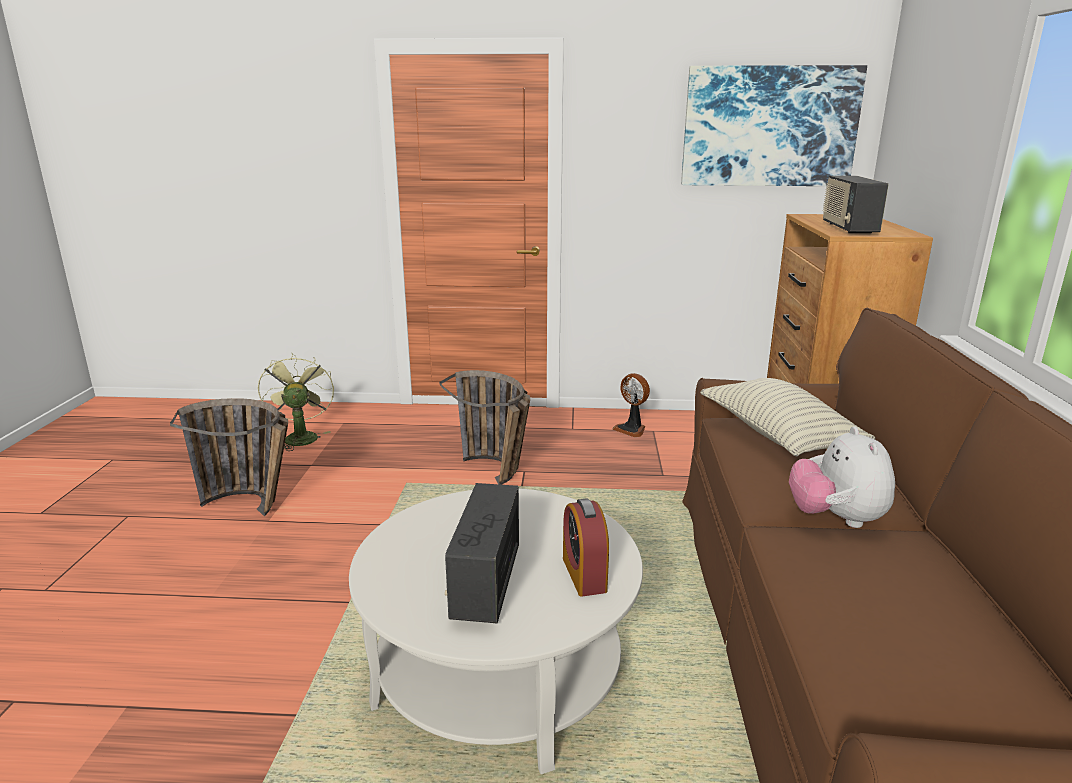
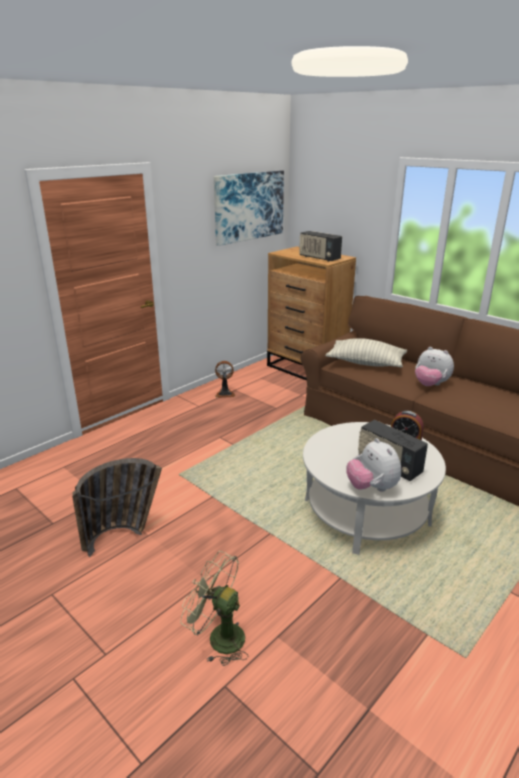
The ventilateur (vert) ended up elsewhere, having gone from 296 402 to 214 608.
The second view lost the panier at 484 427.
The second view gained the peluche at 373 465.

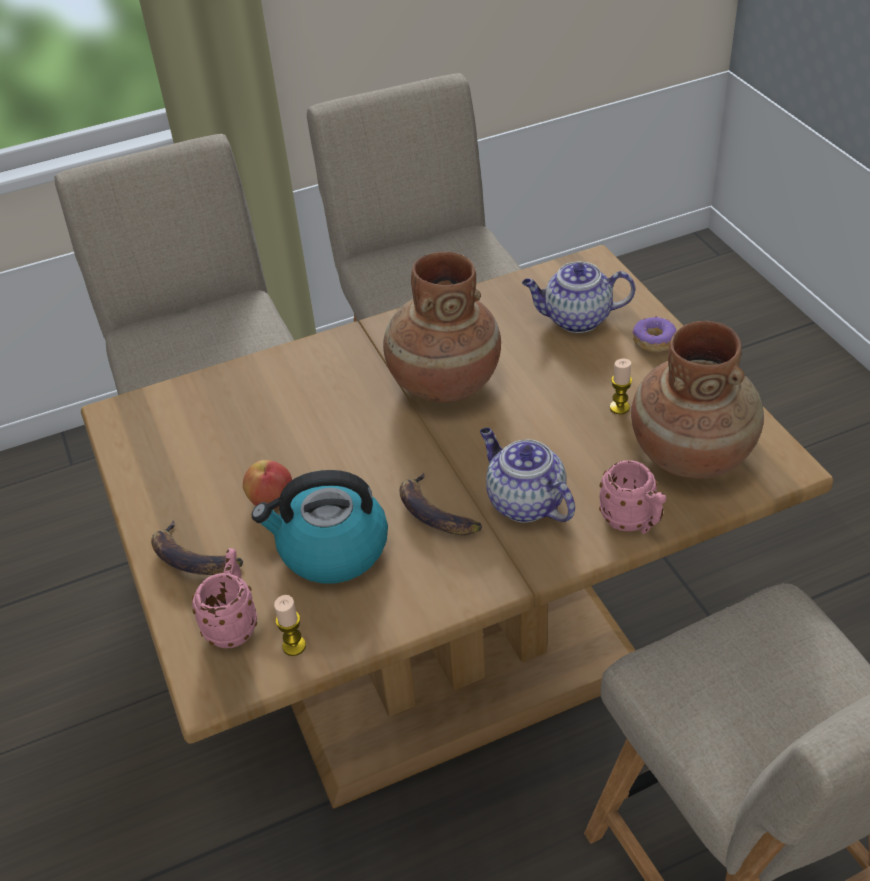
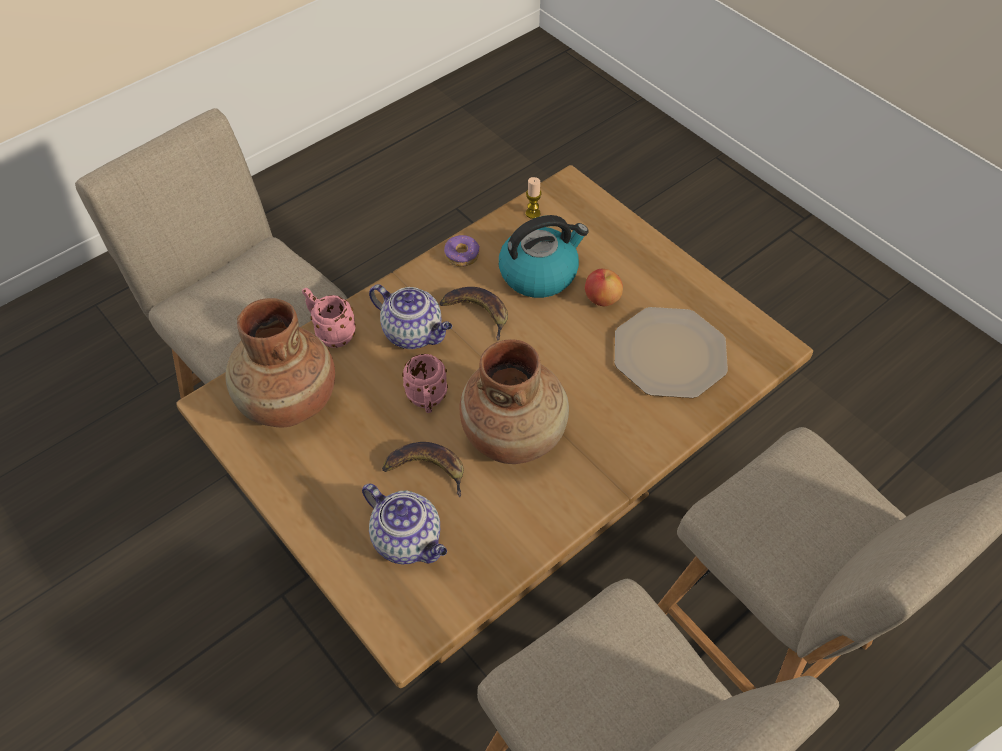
The théière at 578 297 ended up facing another way, 60 degrees clockwise from before.
The beignet ended up elsewhere, having gone from 654 334 to 462 251.
The second view lost the bougie at 621 386.
The banane ended up elsewhere, having gone from 197 548 to 423 470.
The mug (rose) ended up elsewhere, having gone from 224 598 to 425 383.
The second view gained the assiette at 671 352.

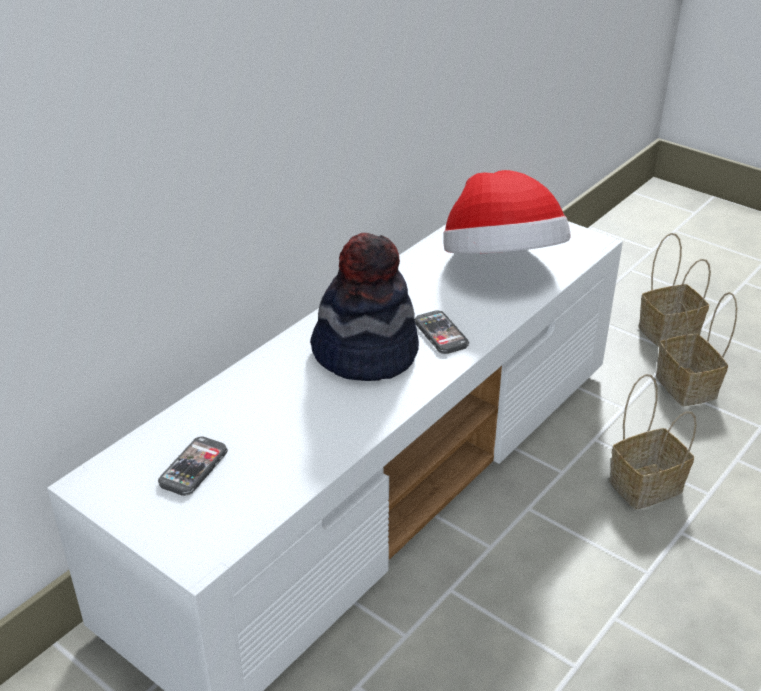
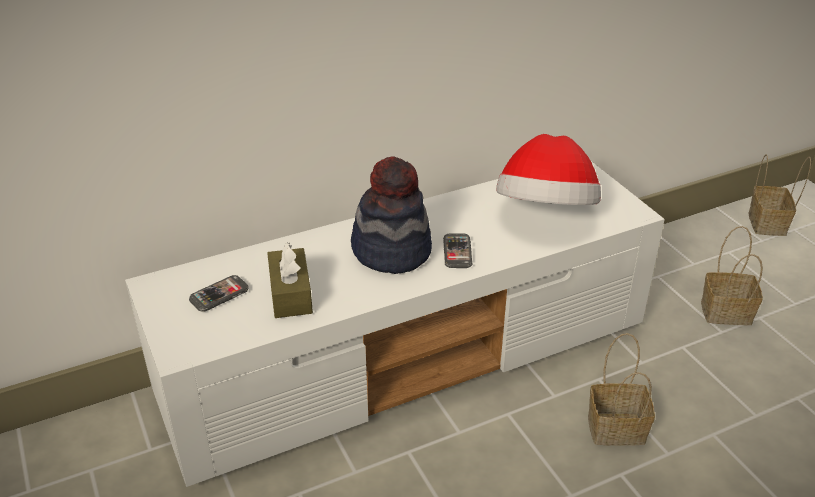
The panier ended up elsewhere, having gone from 696 349 to 780 195.
The second view gained the boîte à mouchoirs (marron) at 290 280.

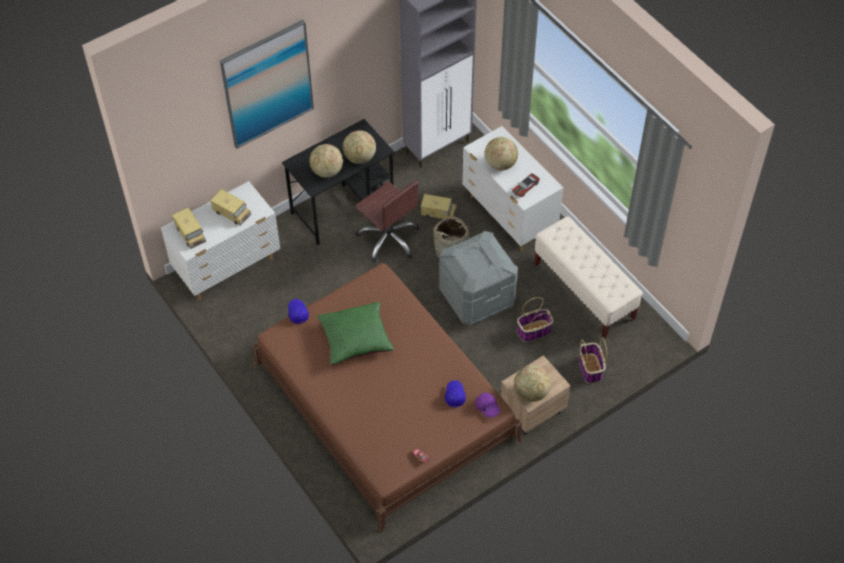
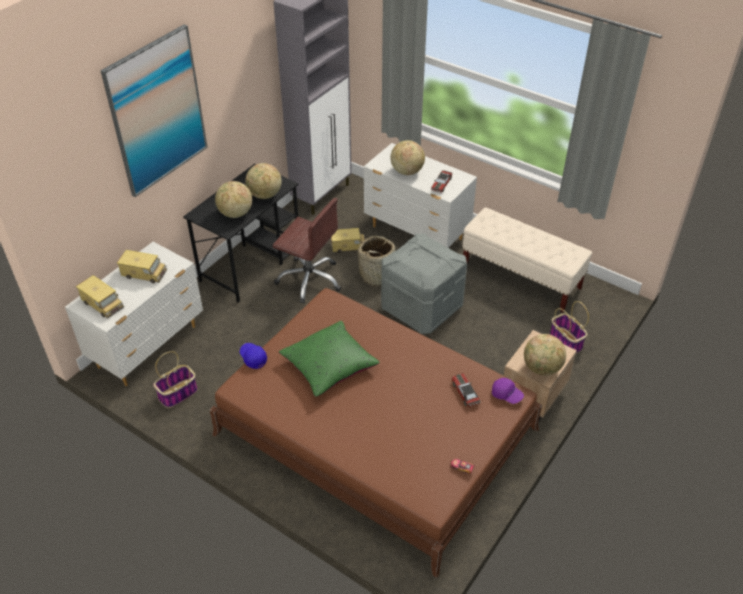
The panier ended up elsewhere, having gone from 535 319 to 175 379.
Where the casquette (bleu) stood at 455 394, the petite voiture came to stand at 466 390.

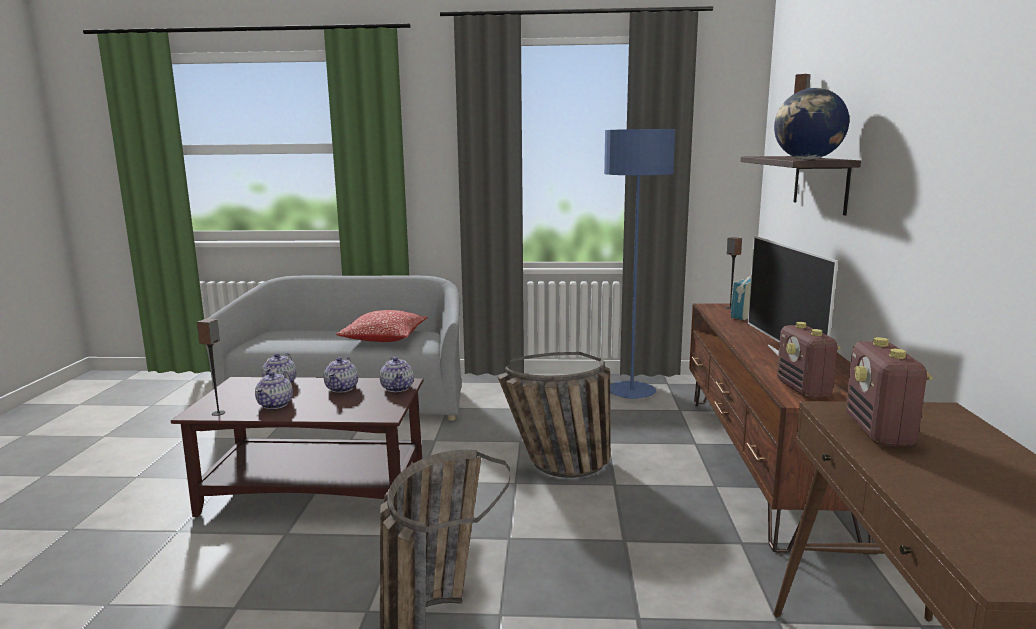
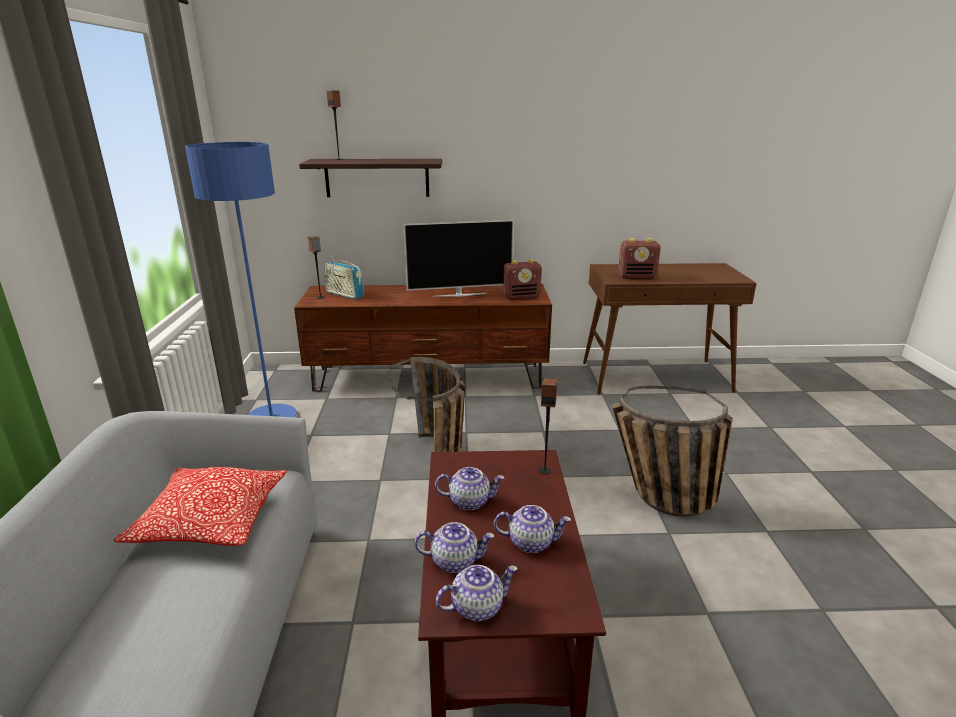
The second view lost the globe at 811 124.
The enceinte ended up elsewhere, having gone from 211 367 to 547 426.
The théière ended up elsewhere, having gone from 397 374 to 477 593.

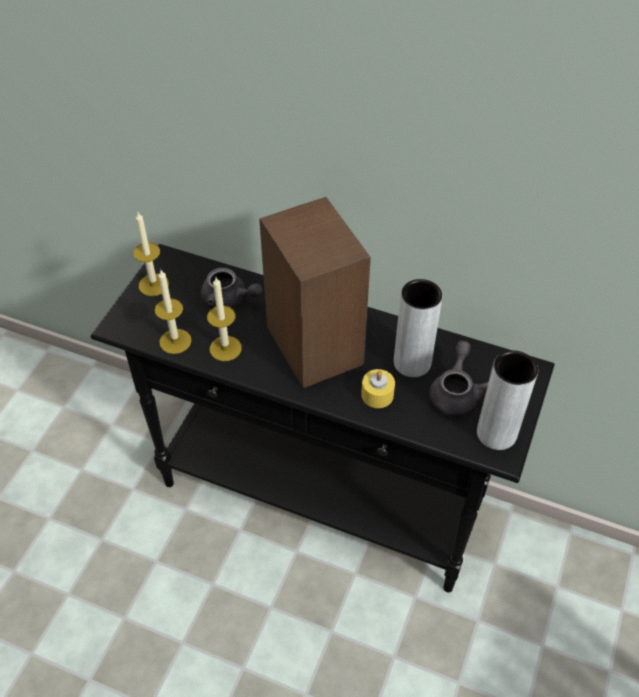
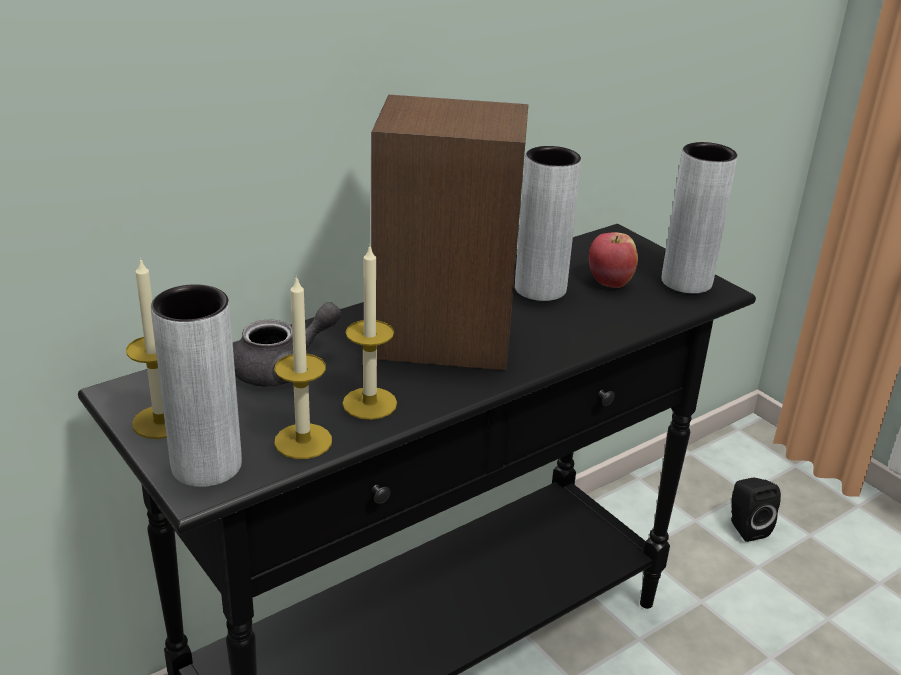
Where the théière (gris) stood at 458 379, the pomme came to stand at 613 260.
The second view lost the bougie (jaune) at 378 388.
The second view gained the vase (gris) at 196 385.
The second view gained the enceinte (noir) at 756 510.

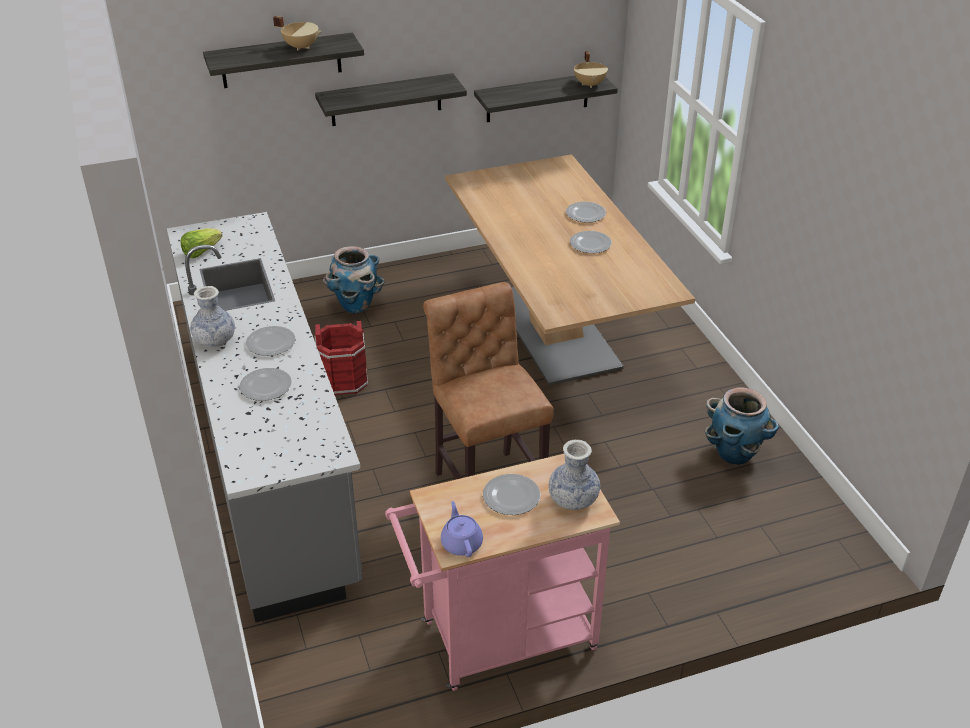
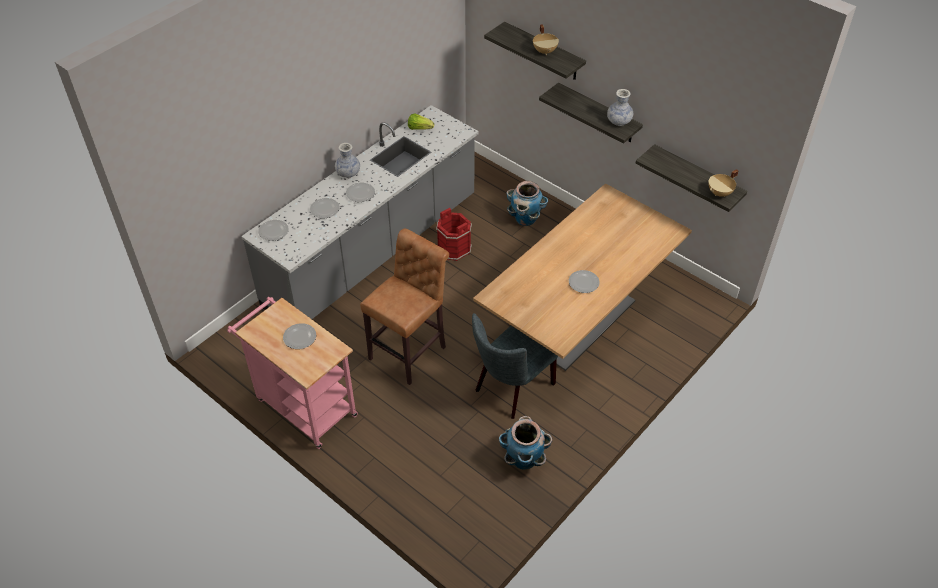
The assiette ended up elsewhere, having gone from 586 212 to 273 230.
The vase ended up elsewhere, having gone from 574 475 to 620 107.
The second view lost the théière (violet) at 462 529.
The second view gained the chaise (gris) at 515 366.

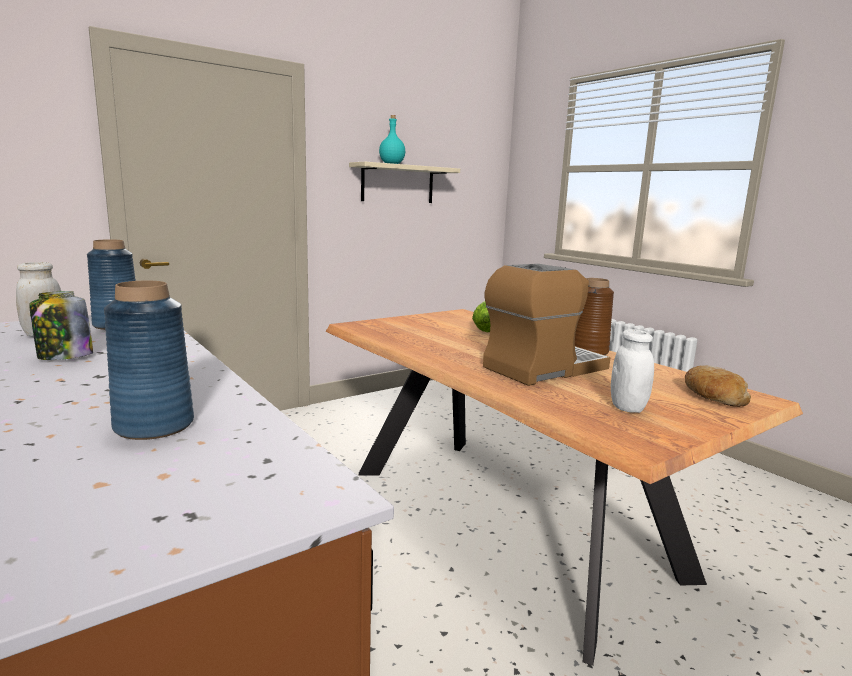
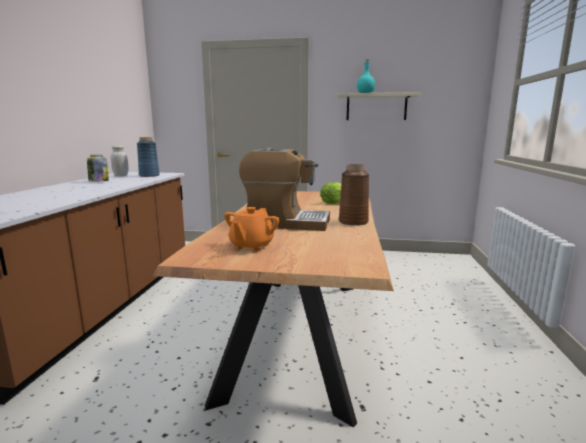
The second view lost the vase (bleu) at 149 360.
Where the bocal (blanc) stood at 632 371, the théière (orange) came to stand at 251 229.
The second view lost the pain at 718 386.

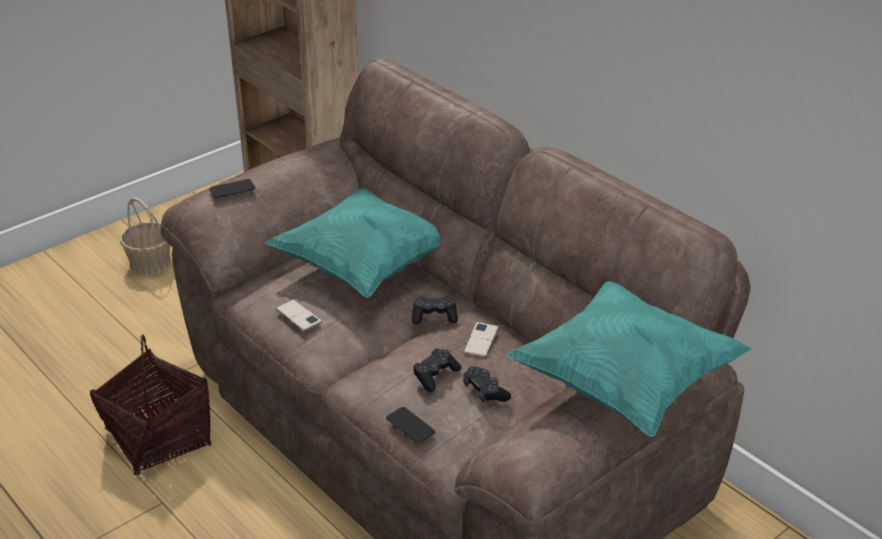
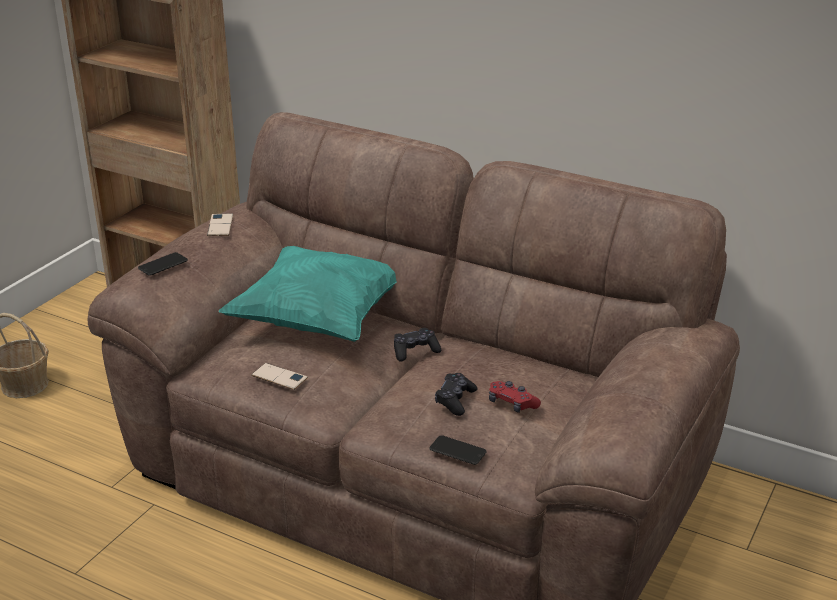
The second view lost the coussin (turquoise) at 629 359.
The téléphone ended up elsewhere, having gone from 481 339 to 220 224.
The second view lost the panier at 150 405.
What was the manette (noir) at 487 384 turned into the manette (rouge) at 515 397.

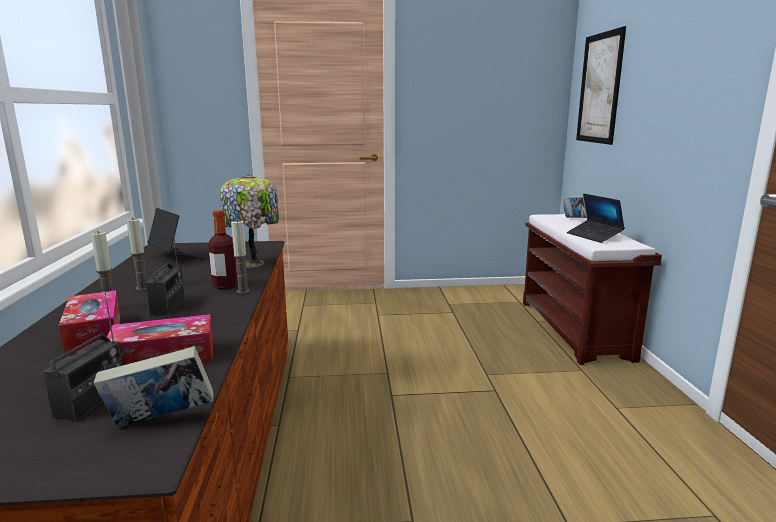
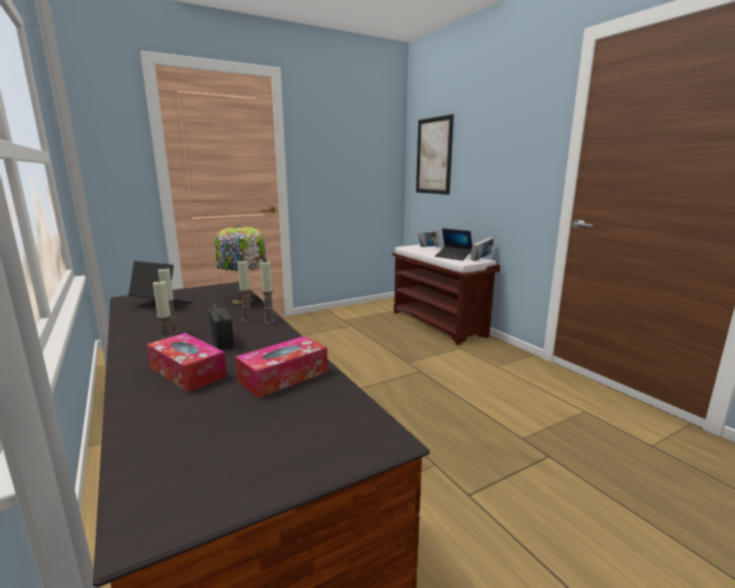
Where the bouteille stood at 223 249, the bougie came to stand at 245 290.
The second view lost the radio at 83 356.
The livre ended up elsewhere, having gone from 153 387 to 482 249.

